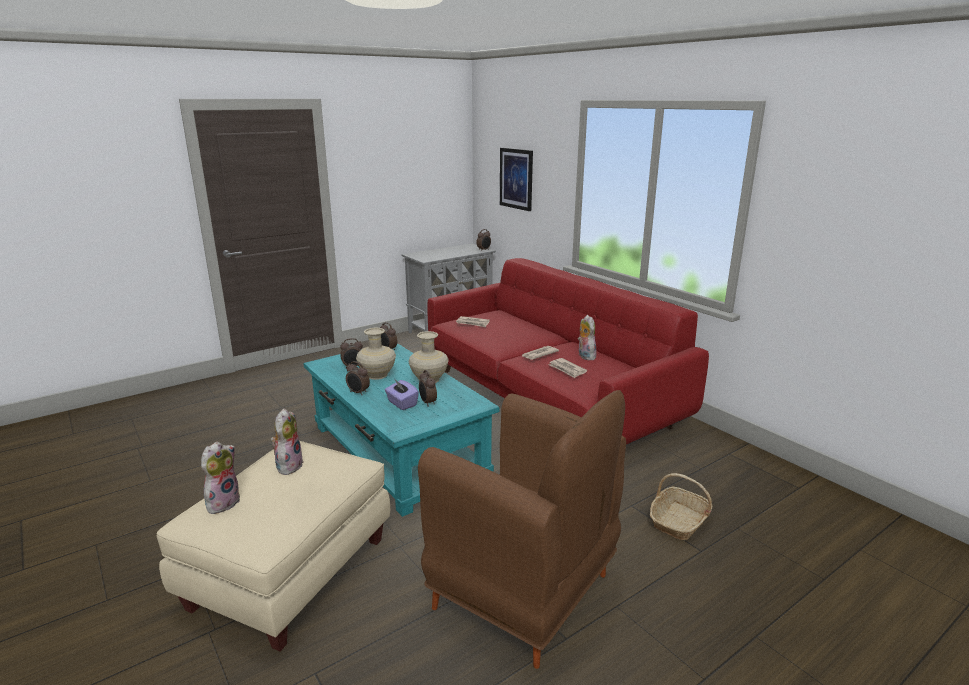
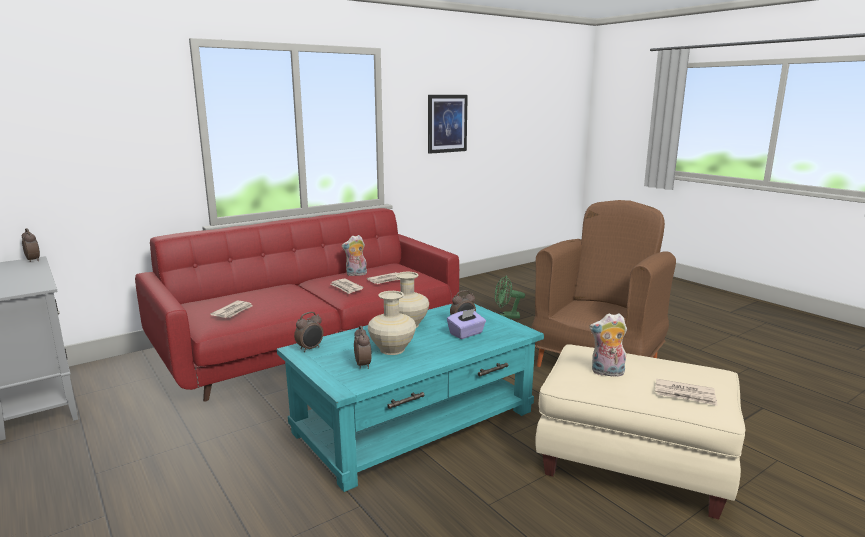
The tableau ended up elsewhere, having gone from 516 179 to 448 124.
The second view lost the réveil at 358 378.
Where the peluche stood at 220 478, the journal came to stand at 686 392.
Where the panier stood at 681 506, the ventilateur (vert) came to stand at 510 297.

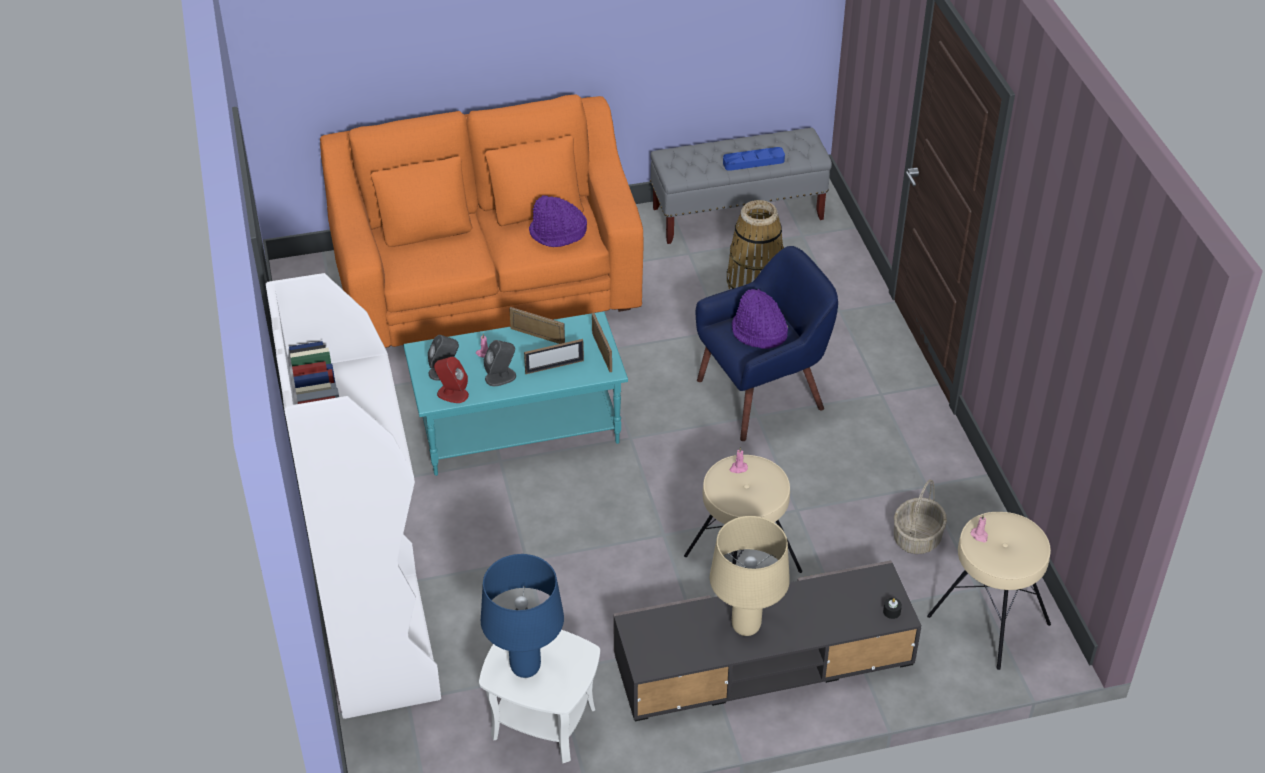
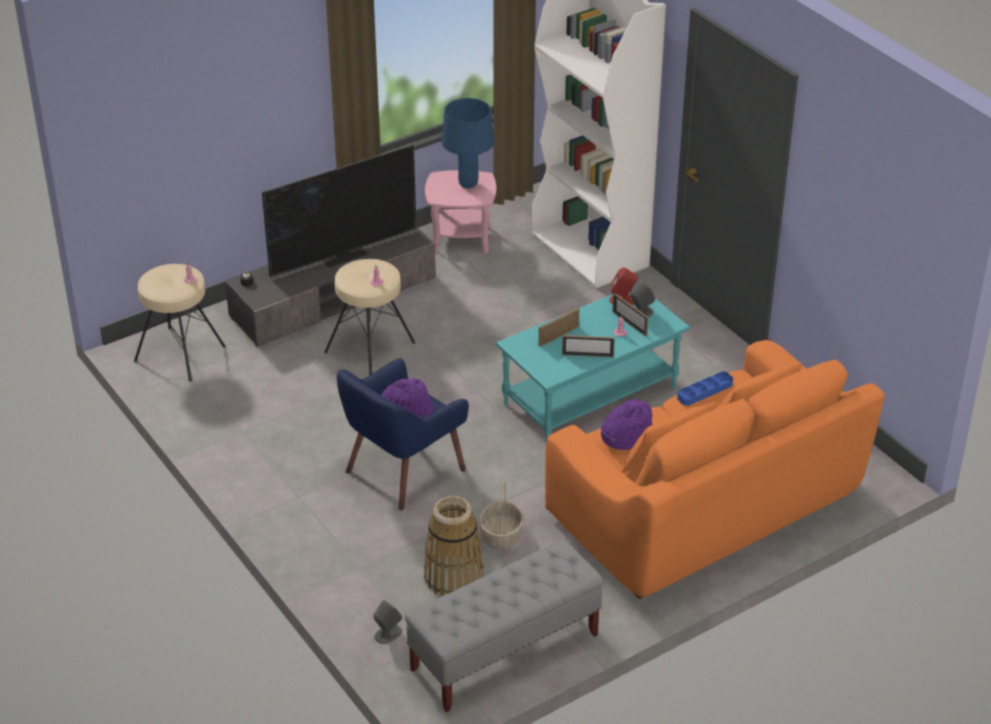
The plateau (bleu) ended up elsewhere, having gone from 754 159 to 705 388.
The cadre photo ended up elsewhere, having gone from 602 342 to 630 315.
The enceinte (gris) ended up elsewhere, having gone from 500 363 to 387 622.
The panier ended up elsewhere, having gone from 920 517 to 501 515.
Where the lampe de table (beige) stood at 750 576, the téléviseur came to stand at 339 211.
What was the table d'appoint (blanc) at 539 696 turned into the table d'appoint (rose) at 460 212.

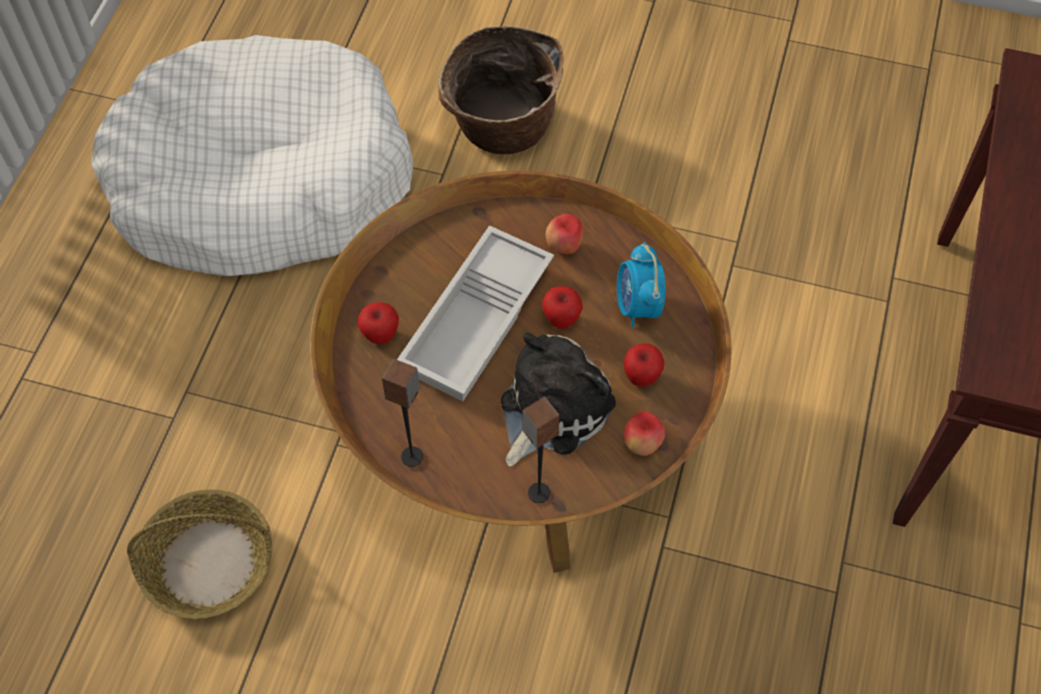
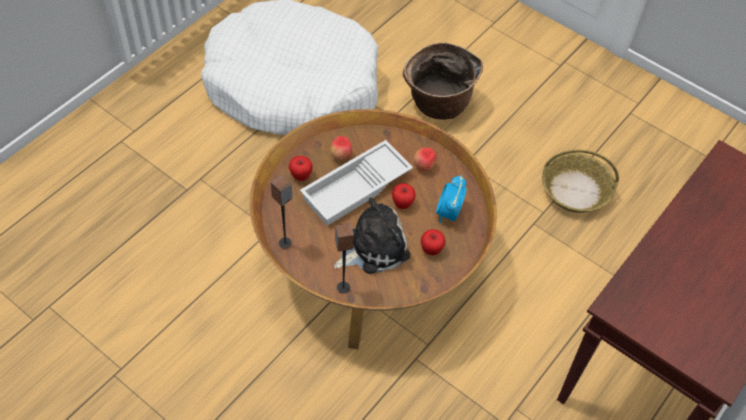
The pomme ended up elsewhere, having gone from 644 433 to 341 148.
The panier ended up elsewhere, having gone from 199 554 to 580 181.

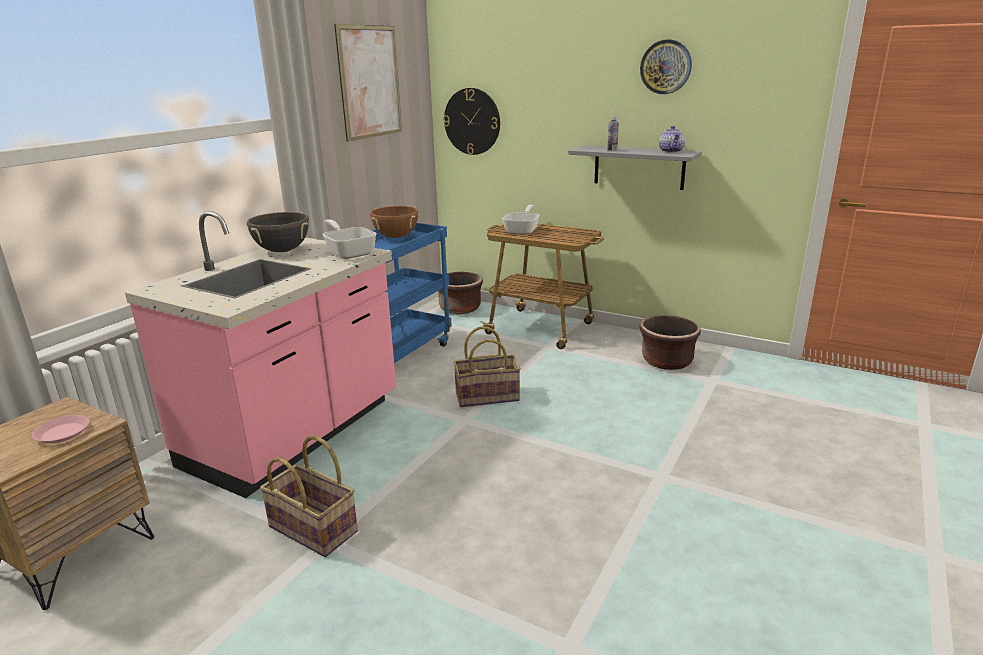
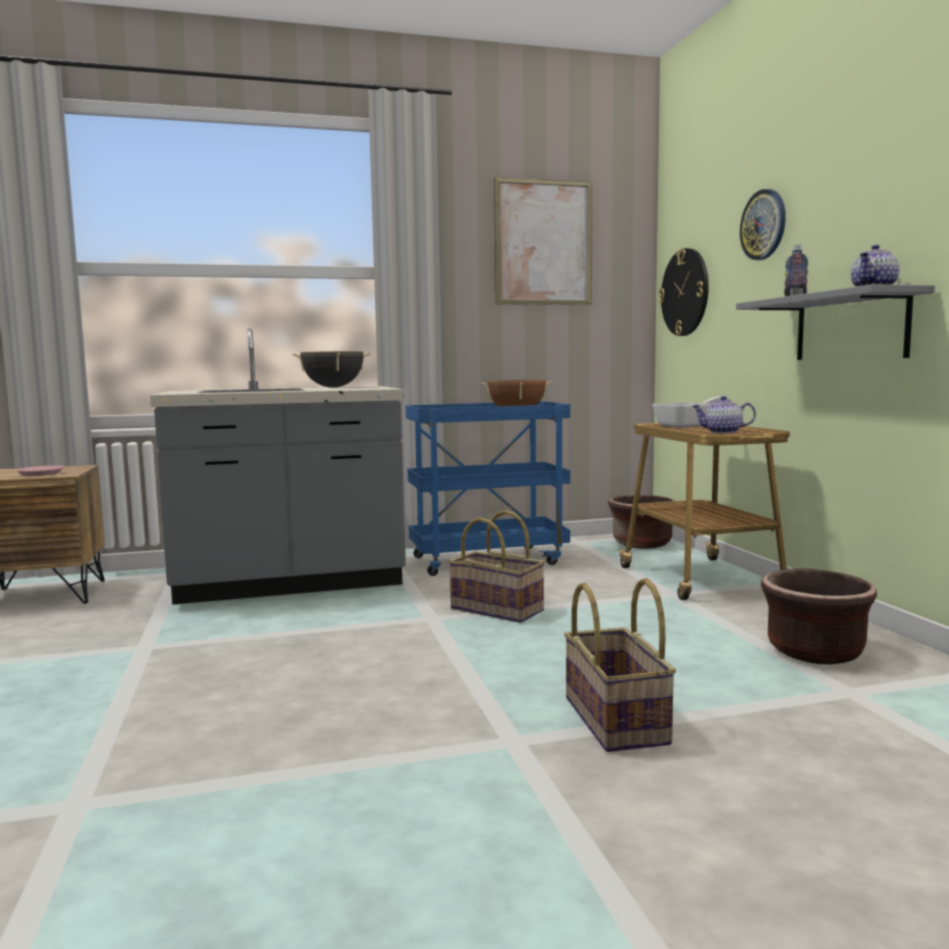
The horloge murale ended up elsewhere, having gone from 666 67 to 763 224.
What was the comptoir de cuisine (rose) at 260 354 turned into the comptoir de cuisine (gris) at 278 466.
The second view lost the poêle at 349 239.
The panier ended up elsewhere, having gone from 309 496 to 620 665.
The second view gained the théière at 724 414.

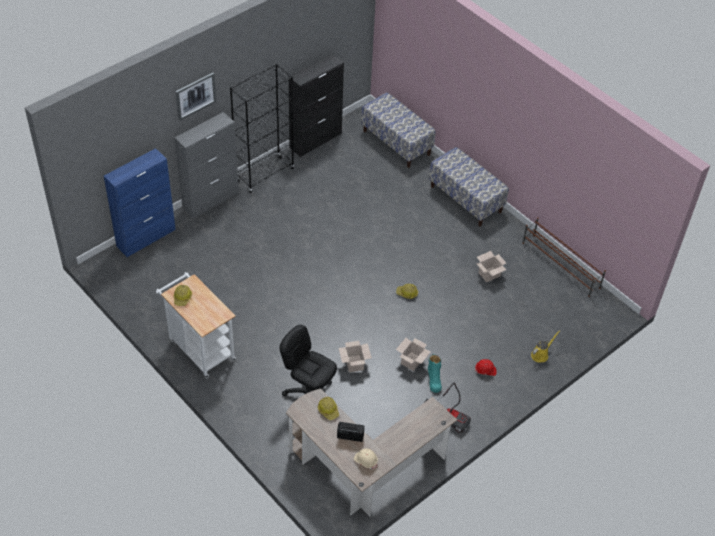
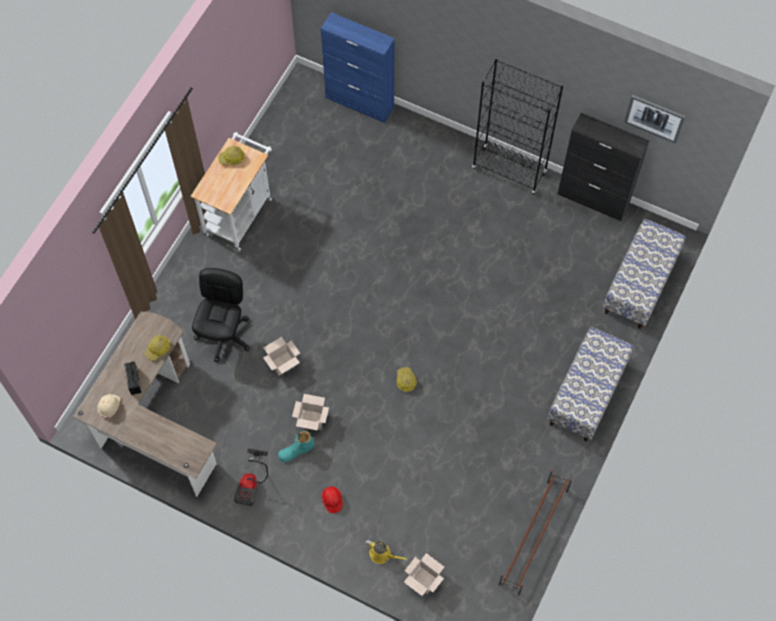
The tableau ended up elsewhere, having gone from 196 97 to 655 119.
The second view lost the meuble de rangement (gris) at 206 165.
The carton ended up elsewhere, having gone from 491 266 to 424 574.

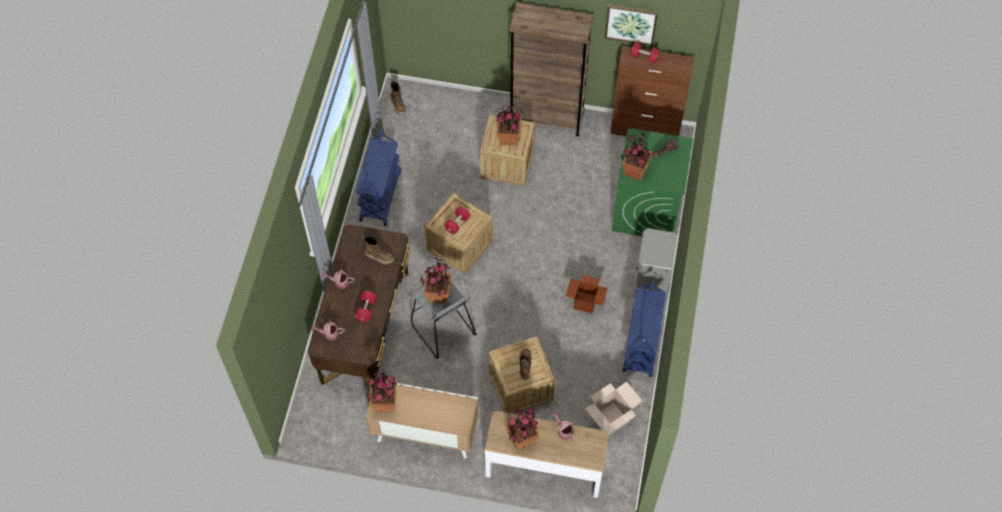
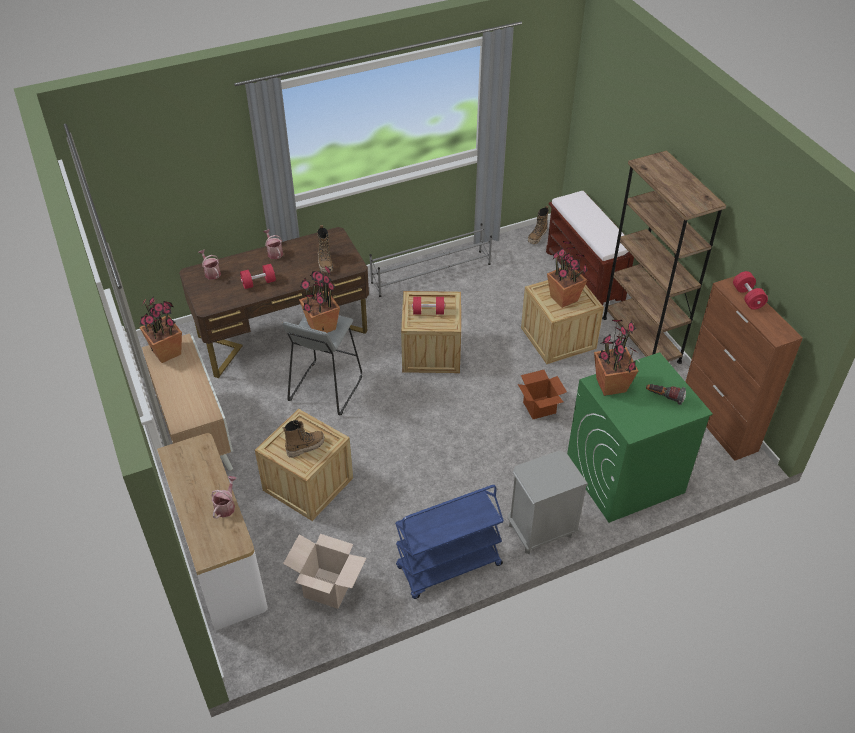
The second view lost the tableau at 631 25.
Where the chariot (bleu) stood at 378 177, the étagère à chaussures (gris) came to stand at 431 260.
The carton ended up elsewhere, having gone from 586 294 to 542 394.
The second view lost the plante en pot at 522 429.
The second view gained the banc (marron) at 590 248.

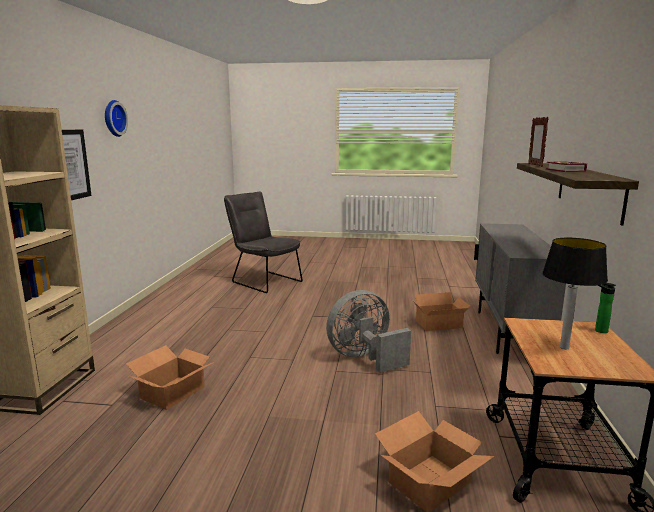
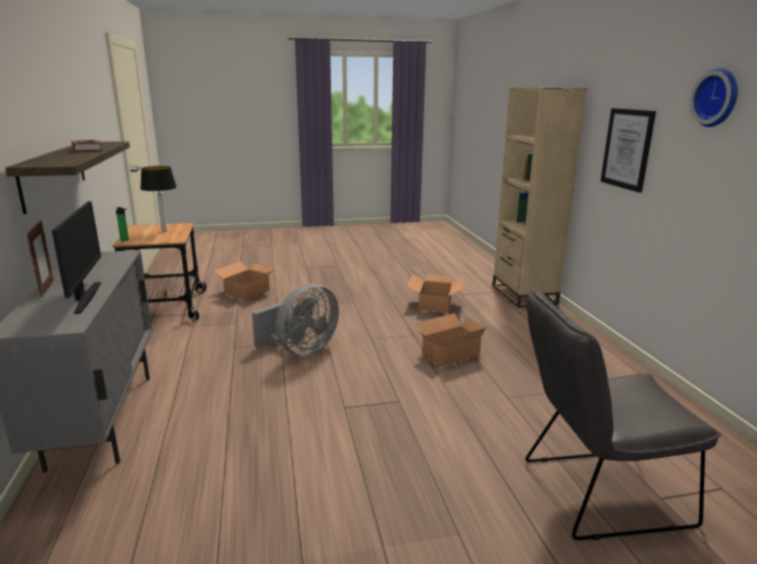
The cadre photo ended up elsewhere, having gone from 538 142 to 40 258.
The chaise (gris) at 263 242 ended up facing another way, 150 degrees clockwise from before.
The carton ended up elsewhere, having gone from 441 311 to 452 340.
The second view gained the écran d'ordinateur at 76 257.

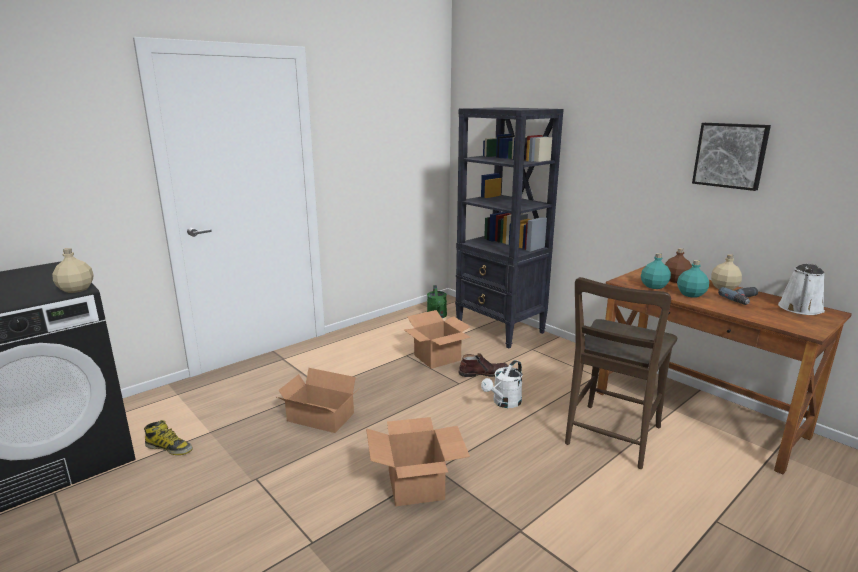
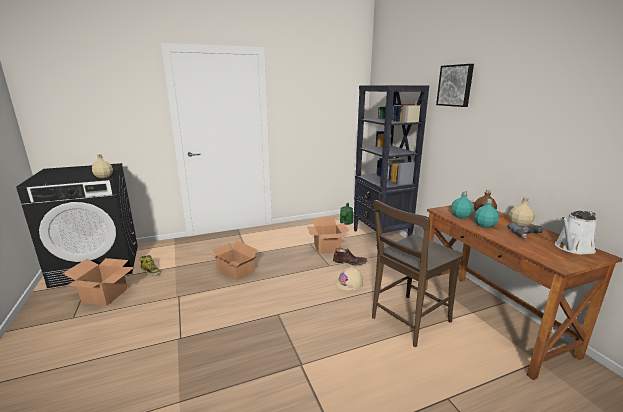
The tableau ended up elsewhere, having gone from 731 157 to 455 85.
Where the arrosoir (blanc) stood at 502 384, the casque de chantier (beige) came to stand at 350 279.
The carton ended up elsewhere, having gone from 418 461 to 98 282.

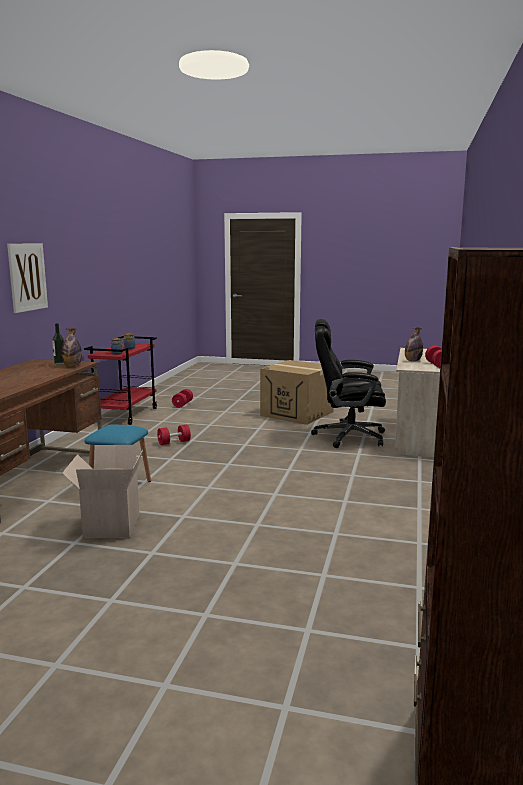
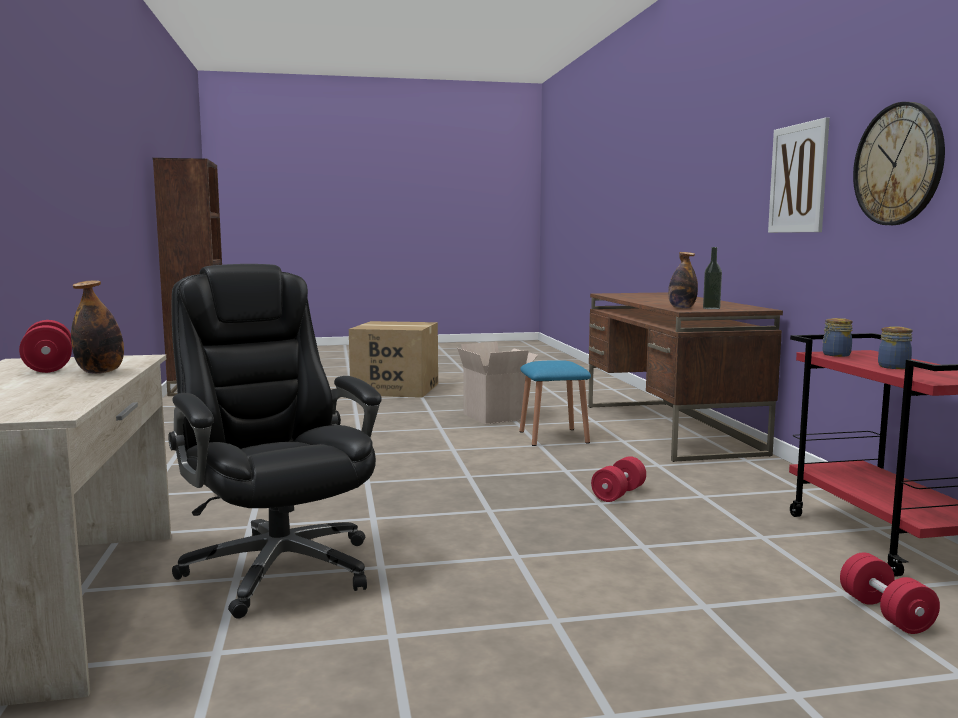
The chaise de bureau (noir) at 348 383 ended up facing another way, 105 degrees counterclockwise from before.
The carton ended up elsewhere, having gone from 297 392 to 393 359.
The second view gained the horloge murale at 899 163.

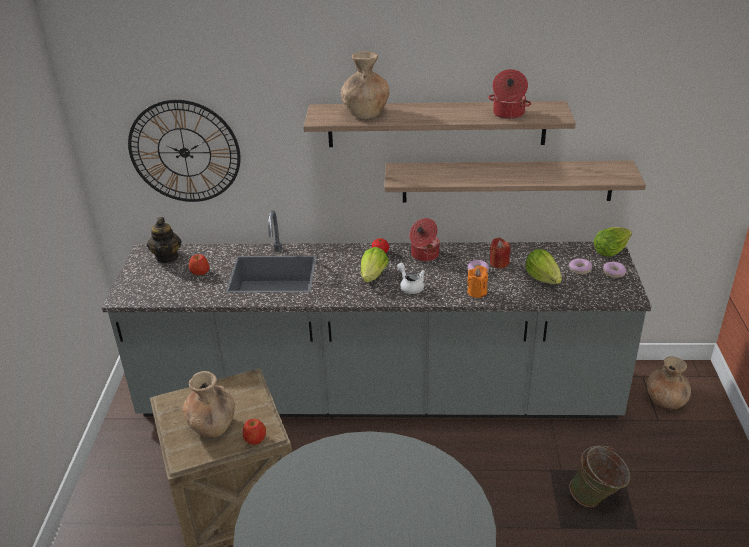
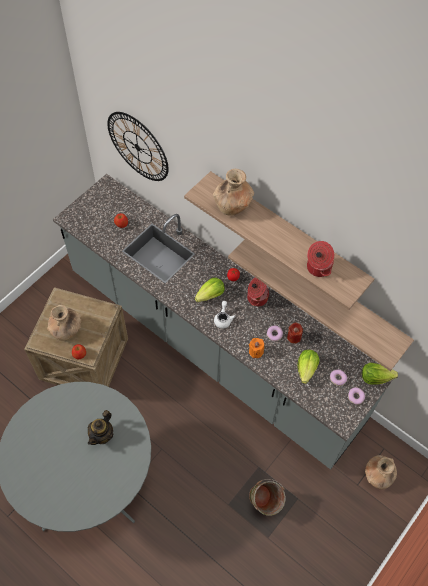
The théière ended up elsewhere, having gone from 164 240 to 101 427.

